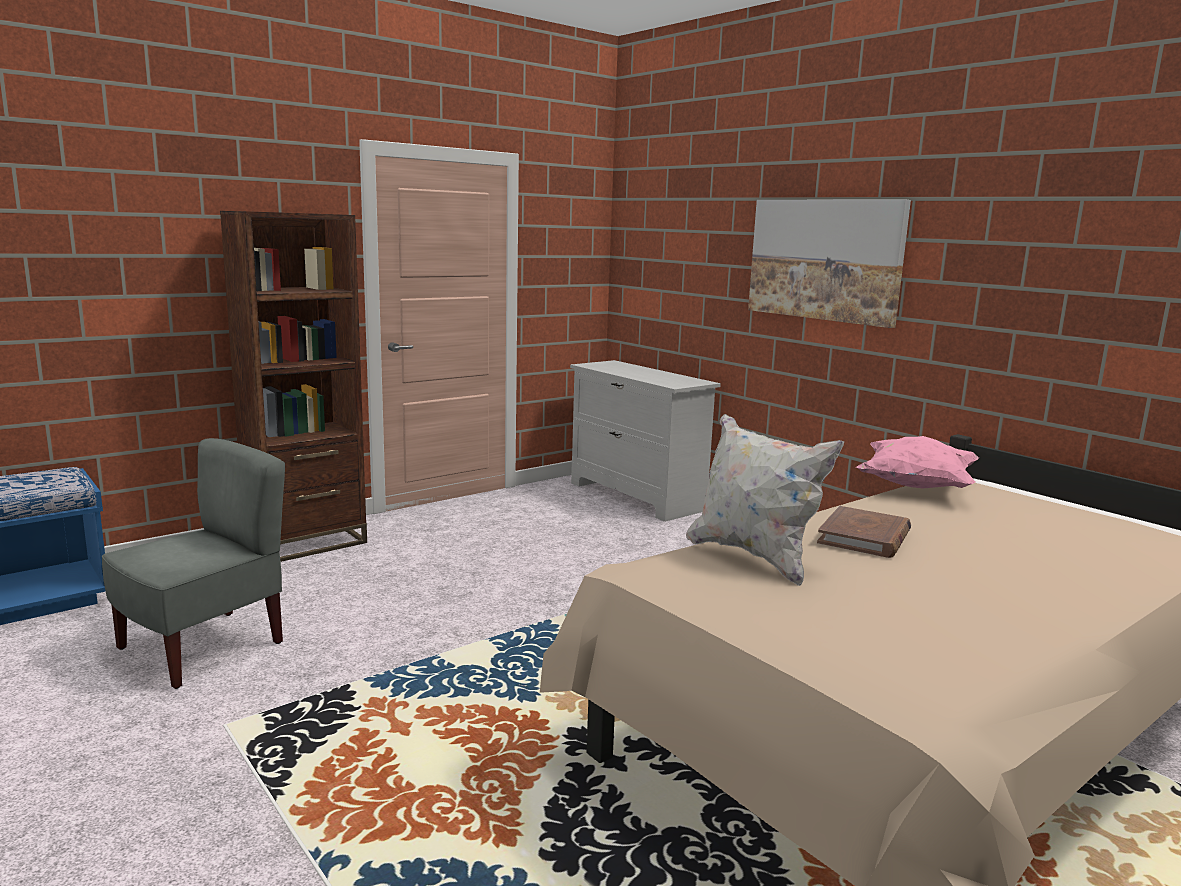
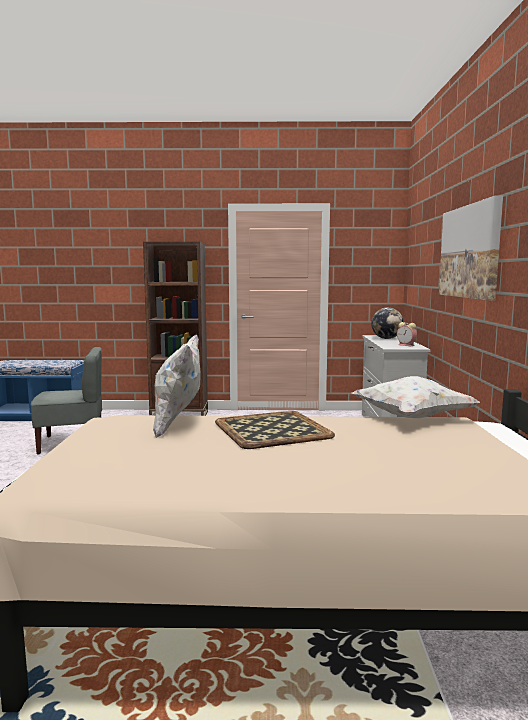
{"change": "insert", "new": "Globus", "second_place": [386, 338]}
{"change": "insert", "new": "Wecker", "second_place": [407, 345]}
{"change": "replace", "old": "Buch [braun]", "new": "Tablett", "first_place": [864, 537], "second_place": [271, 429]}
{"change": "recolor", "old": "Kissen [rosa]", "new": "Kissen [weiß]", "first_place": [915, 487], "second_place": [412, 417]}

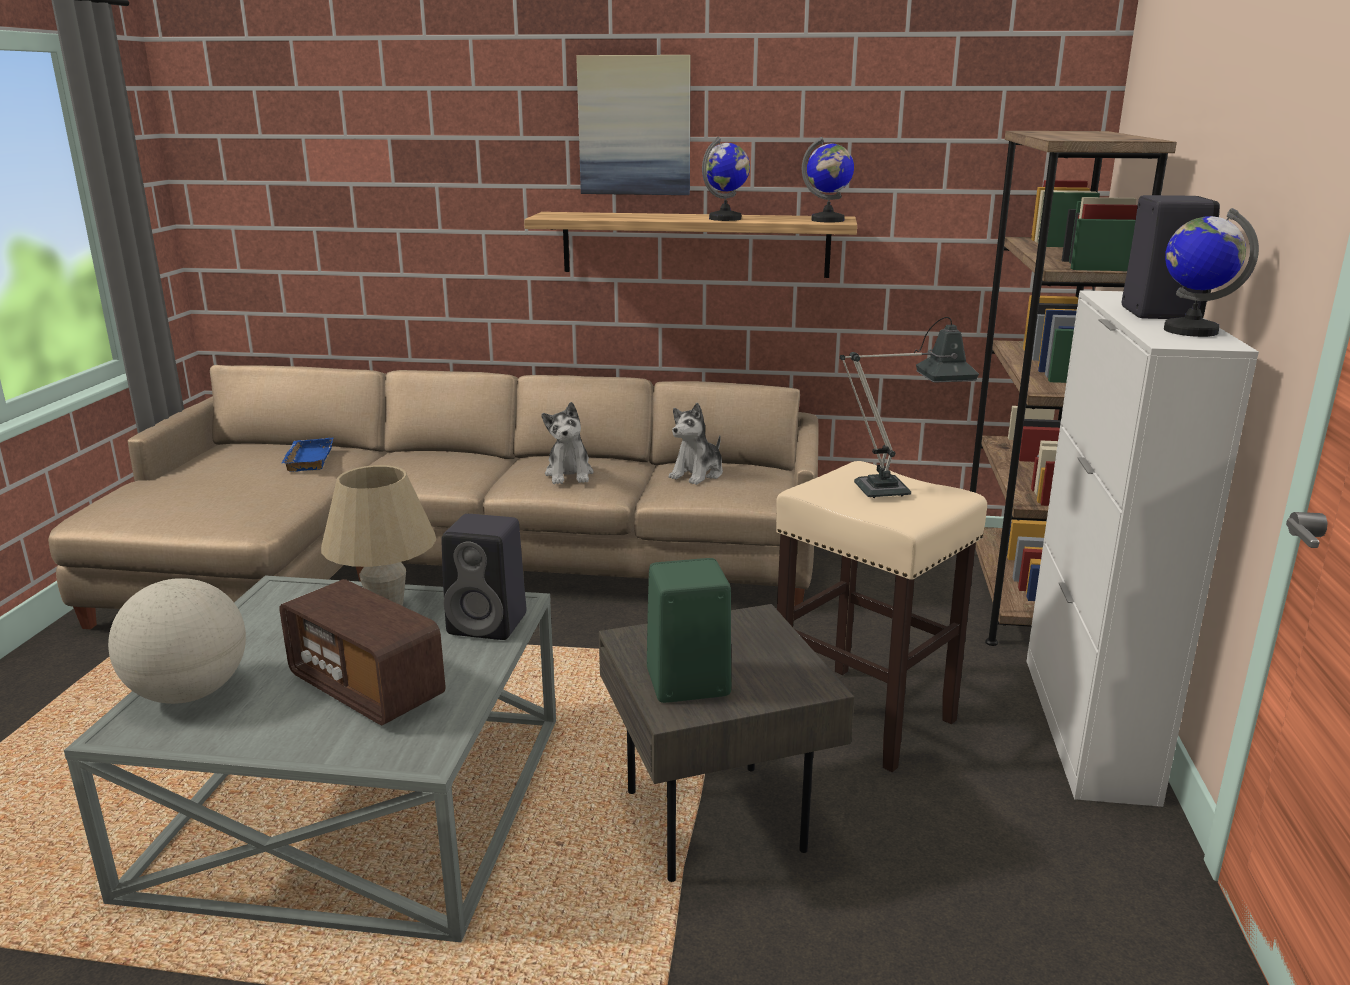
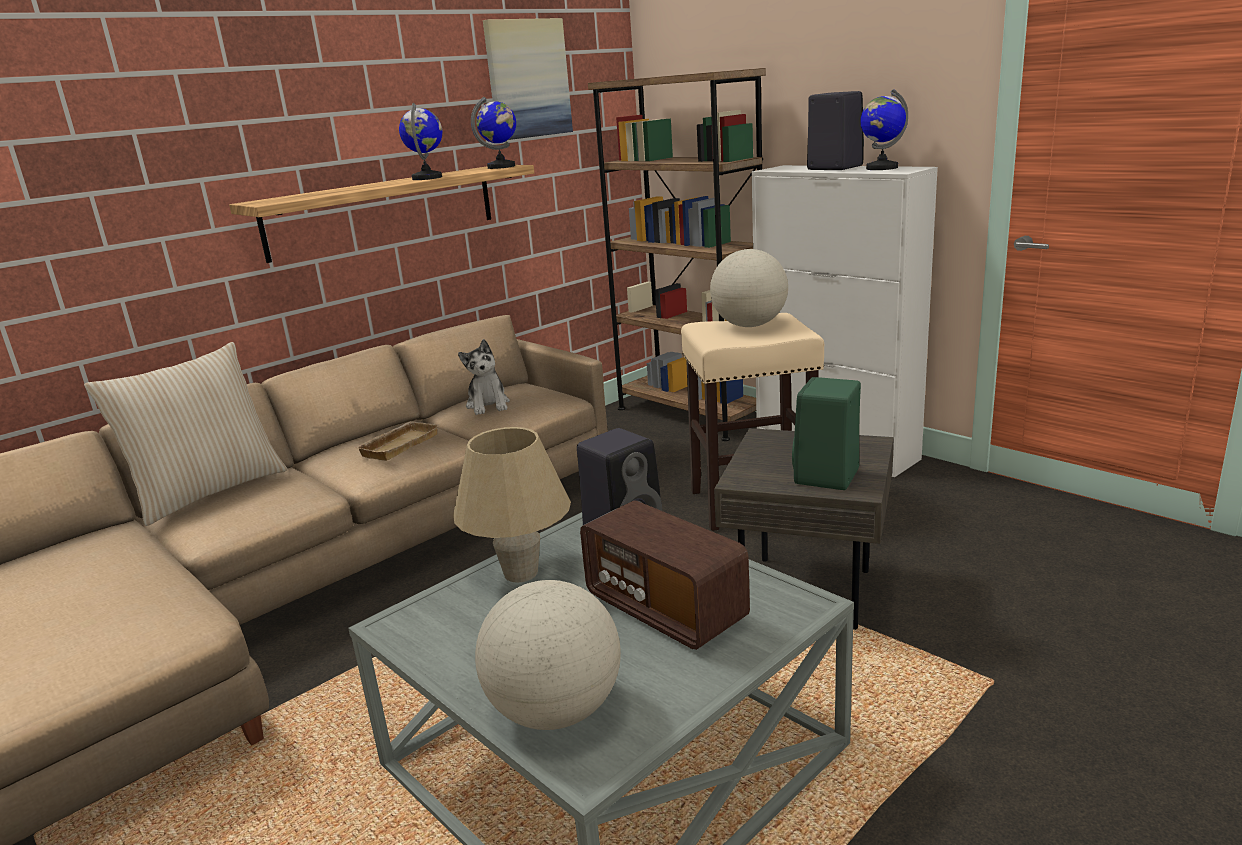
{"change": "delete", "old": "Tablett [blau]", "first_place": [307, 459]}
{"change": "insert", "new": "Kissen [beige]", "second_place": [209, 491]}
{"change": "move", "old": "Bild", "first_place": [635, 126], "second_place": [527, 79]}
{"change": "replace", "old": "Plüschtier", "new": "Tablett [beige]", "first_place": [569, 474], "second_place": [398, 445]}
{"change": "replace", "old": "Tischlampe", "new": "Globus", "first_place": [895, 489], "second_place": [749, 325]}
{"change": "rotate", "old": "Radio", "first_place": [367, 689], "second_place": [665, 609], "degrees": 60}

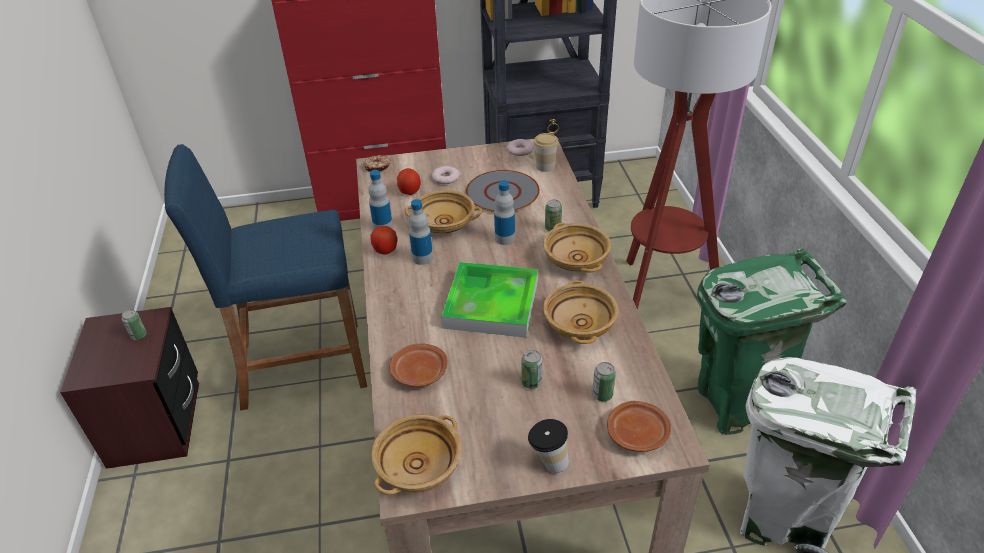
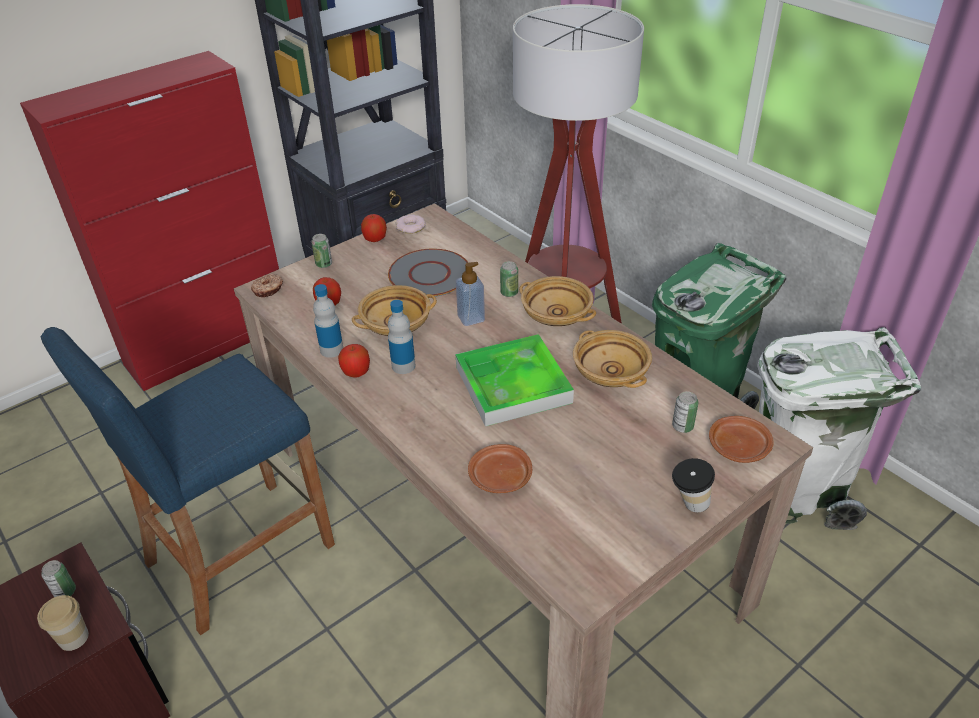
{"change": "delete", "old": "Schüssel [beige]", "first_place": [418, 467]}
{"change": "delete", "old": "Donut", "first_place": [445, 178]}
{"change": "insert", "new": "Apfel", "second_place": [375, 239]}
{"change": "move", "old": "Dose", "first_place": [531, 382], "second_place": [324, 264]}
{"change": "move", "old": "Tasse", "first_place": [545, 166], "second_place": [73, 638]}
{"change": "replace", "old": "Flasche", "new": "Seifenspender", "first_place": [505, 238], "second_place": [471, 318]}

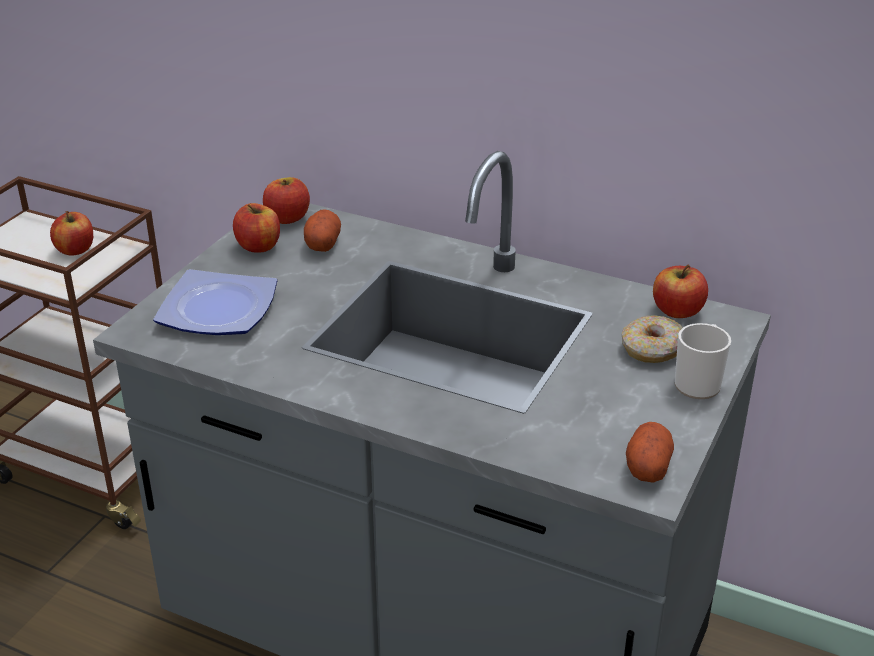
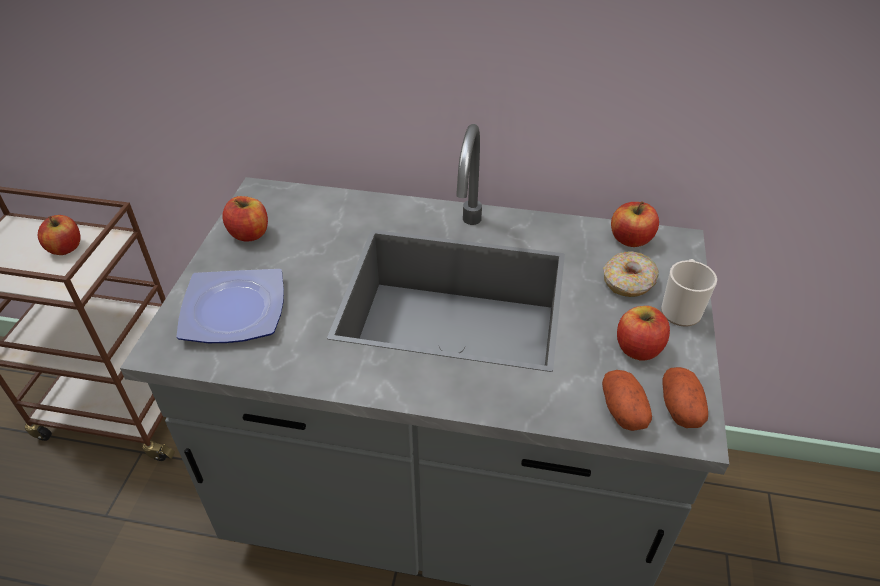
{"change": "move", "old": "Apfel", "first_place": [287, 218], "second_place": [638, 348]}
{"change": "move", "old": "Kartoffel", "first_place": [322, 243], "second_place": [622, 410]}

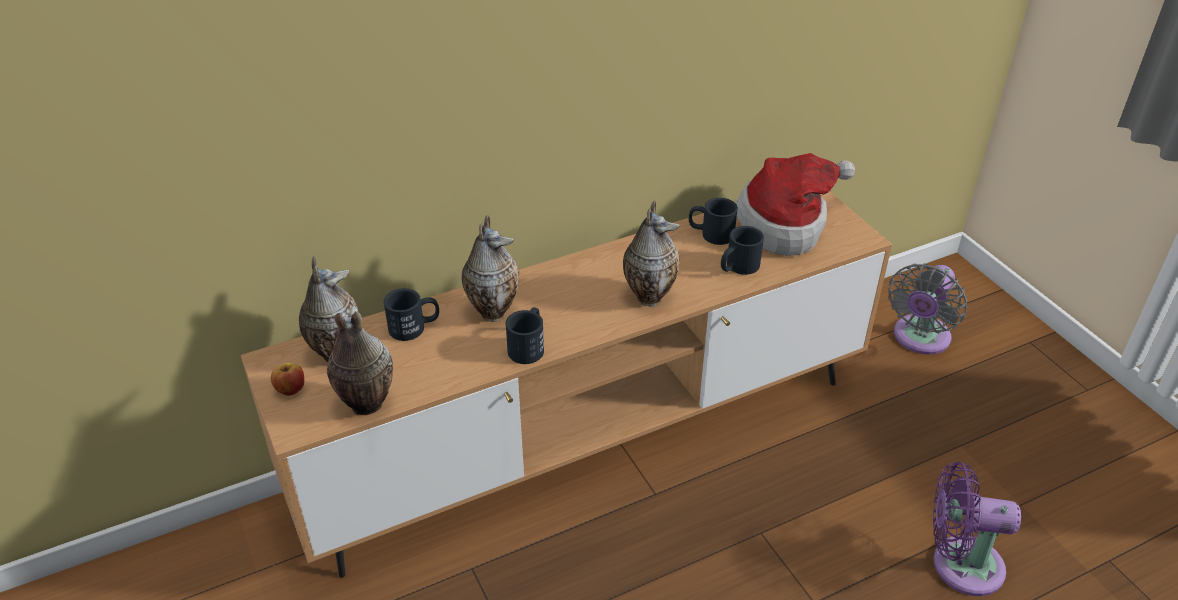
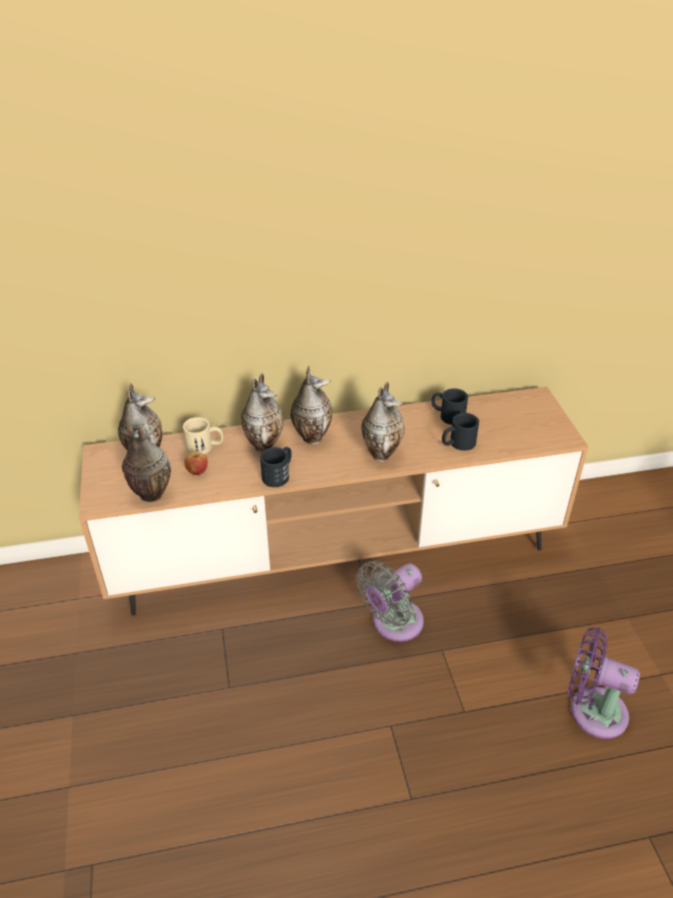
{"change": "delete", "old": "Hut", "first_place": [787, 223]}
{"change": "insert", "new": "Vase", "second_place": [311, 436]}
{"change": "move", "old": "Apfel", "first_place": [290, 389], "second_place": [197, 471]}
{"change": "move", "old": "Ventilator [grau]", "first_place": [919, 339], "second_place": [393, 624]}
{"change": "recolor", "old": "Henkelbecher [schwarz]", "new": "Henkelbecher [beige]", "first_place": [414, 327], "second_place": [205, 446]}

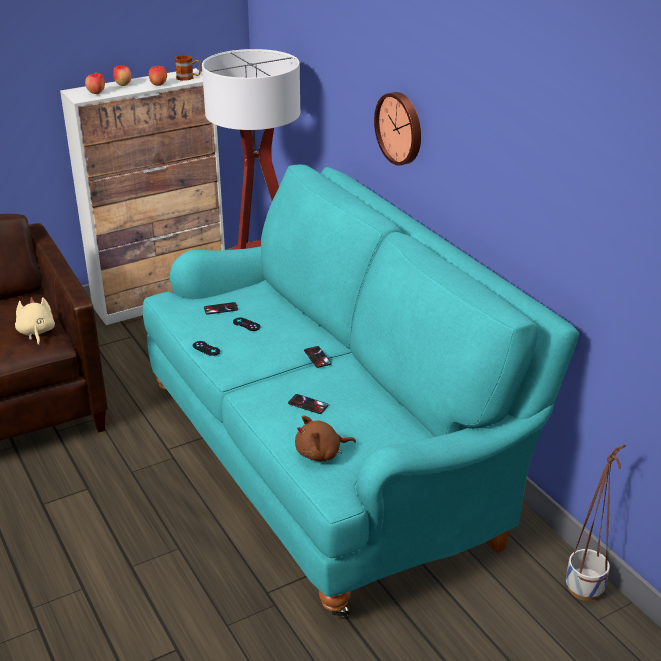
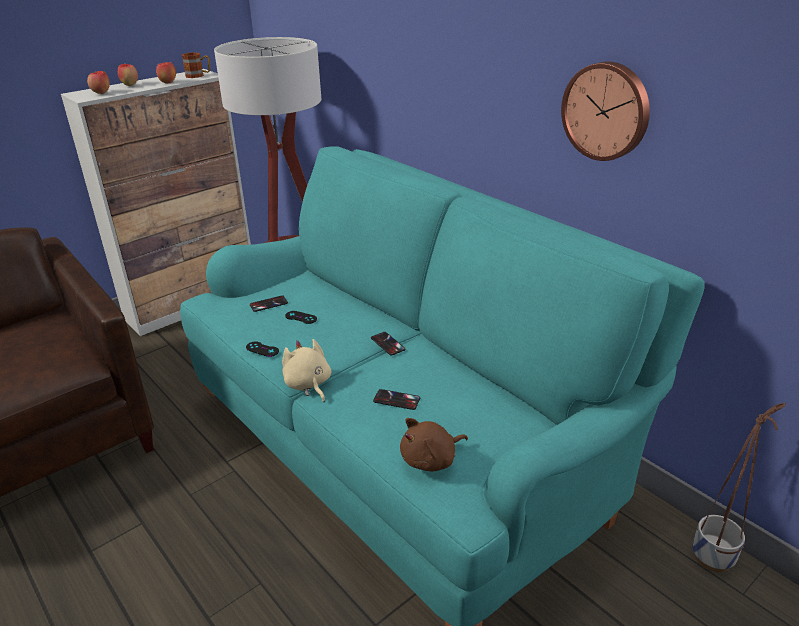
{"change": "move", "old": "Plüschtier [beige]", "first_place": [36, 333], "second_place": [308, 385]}
{"change": "move", "old": "Wanduhr", "first_place": [400, 128], "second_place": [607, 111]}

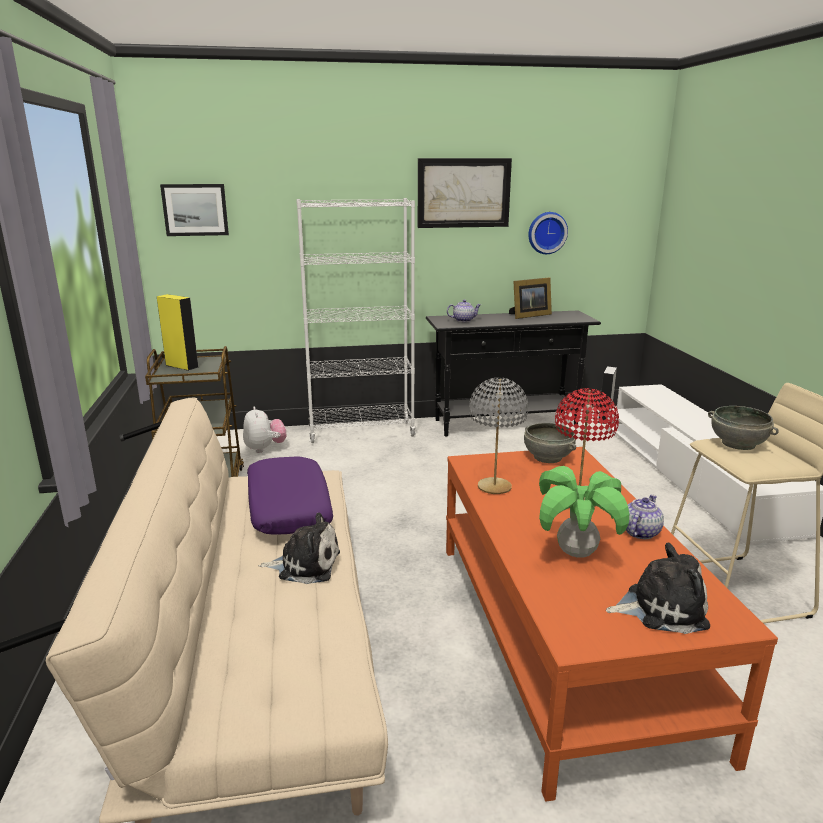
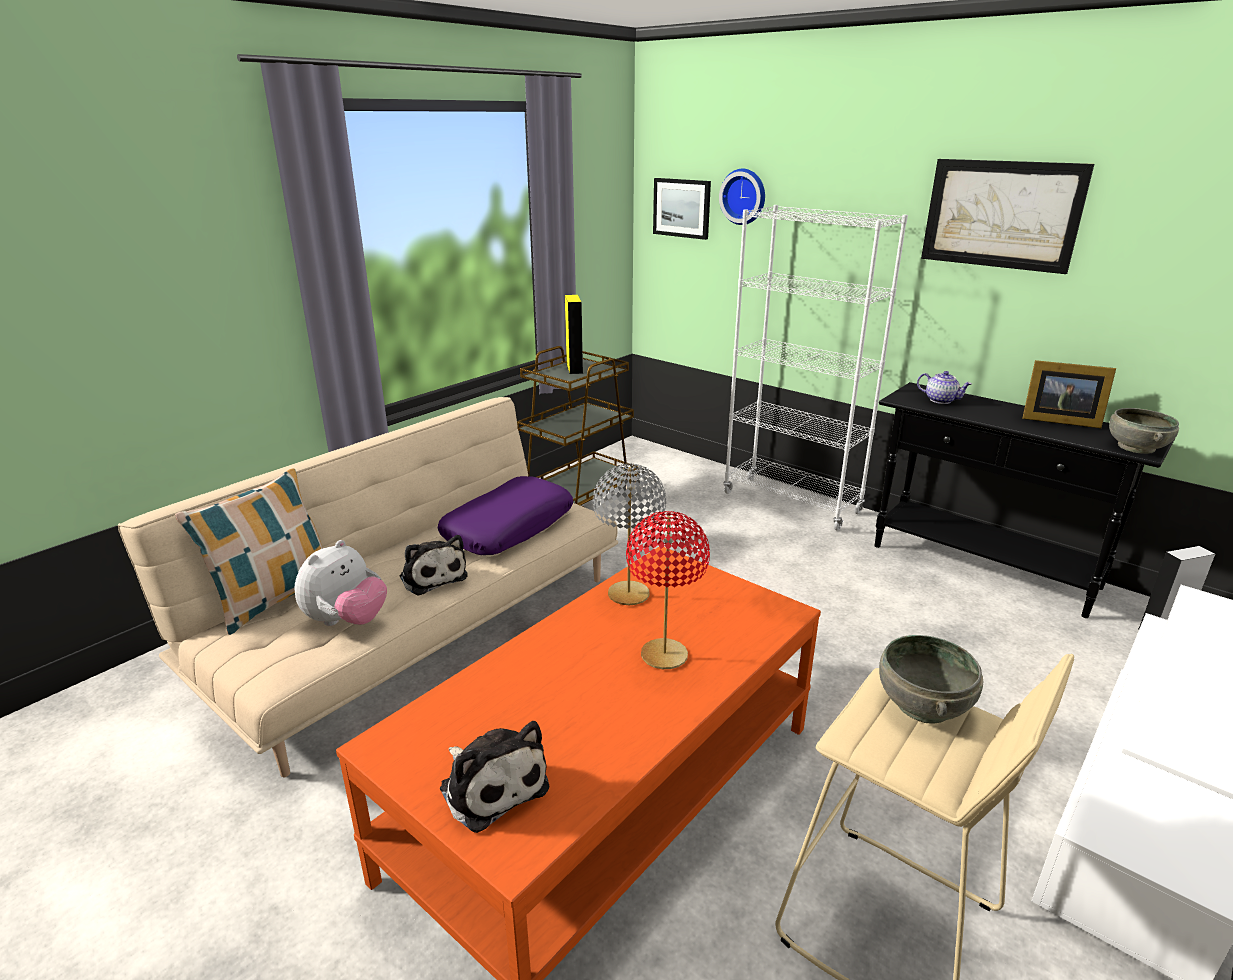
{"change": "delete", "old": "Topfpflanze", "first_place": [577, 553]}
{"change": "delete", "old": "Teekanne", "first_place": [640, 532]}
{"change": "insert", "new": "Kissen", "second_place": [275, 598]}
{"change": "move", "old": "Plüschtier", "first_place": [265, 448], "second_place": [346, 621]}
{"change": "move", "old": "Schüssel [grau]", "first_place": [547, 457], "second_place": [1135, 447]}
{"change": "move", "old": "Wanduhr", "first_place": [546, 232], "second_place": [744, 196]}

